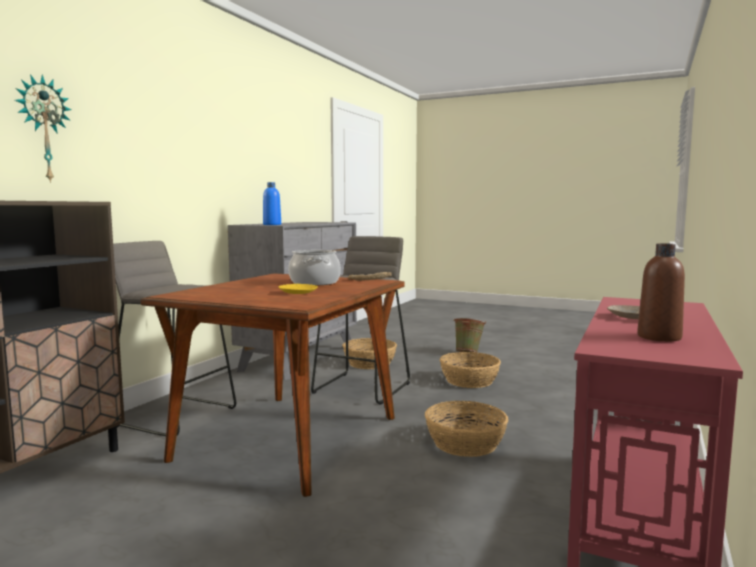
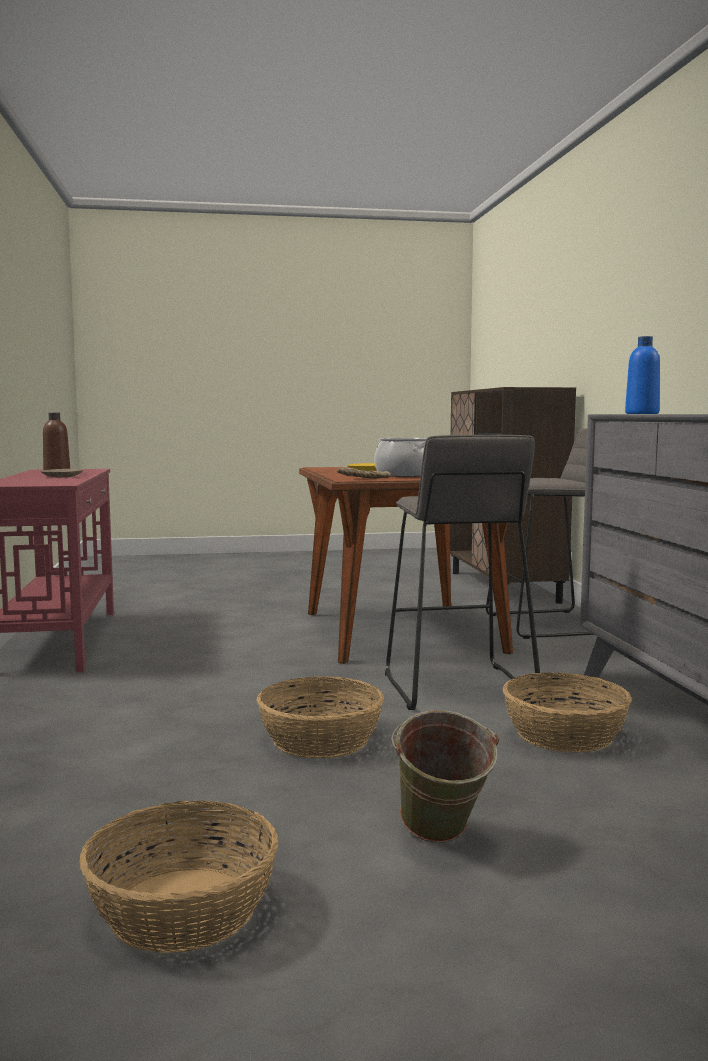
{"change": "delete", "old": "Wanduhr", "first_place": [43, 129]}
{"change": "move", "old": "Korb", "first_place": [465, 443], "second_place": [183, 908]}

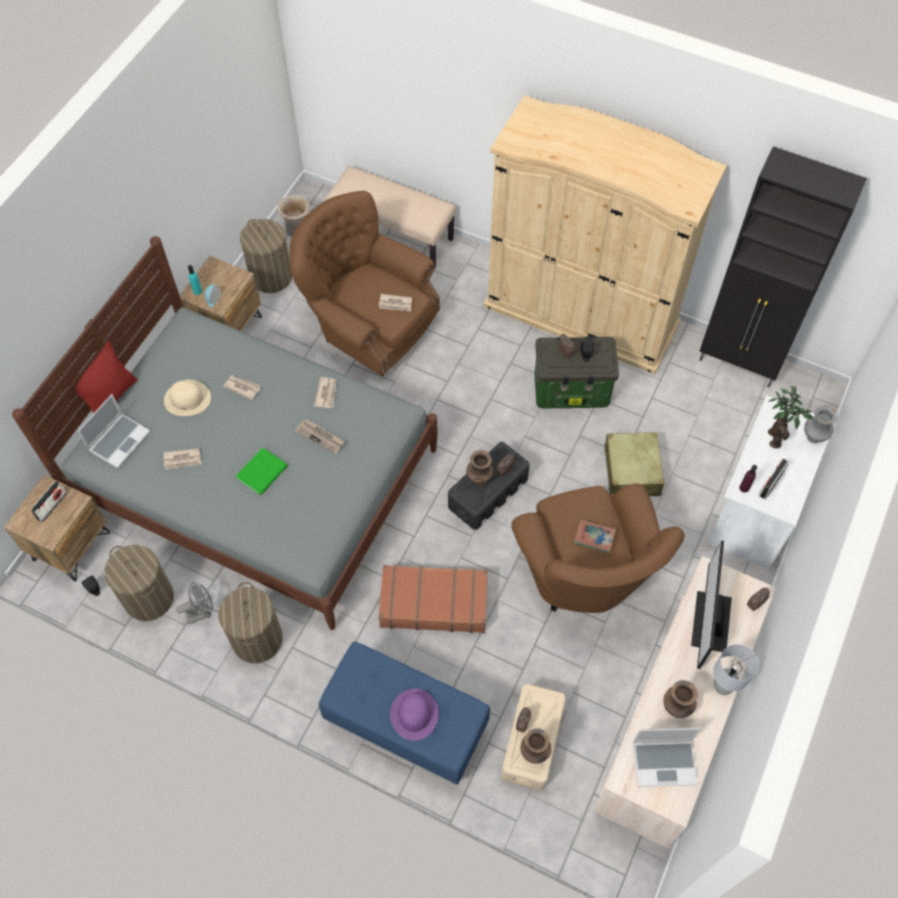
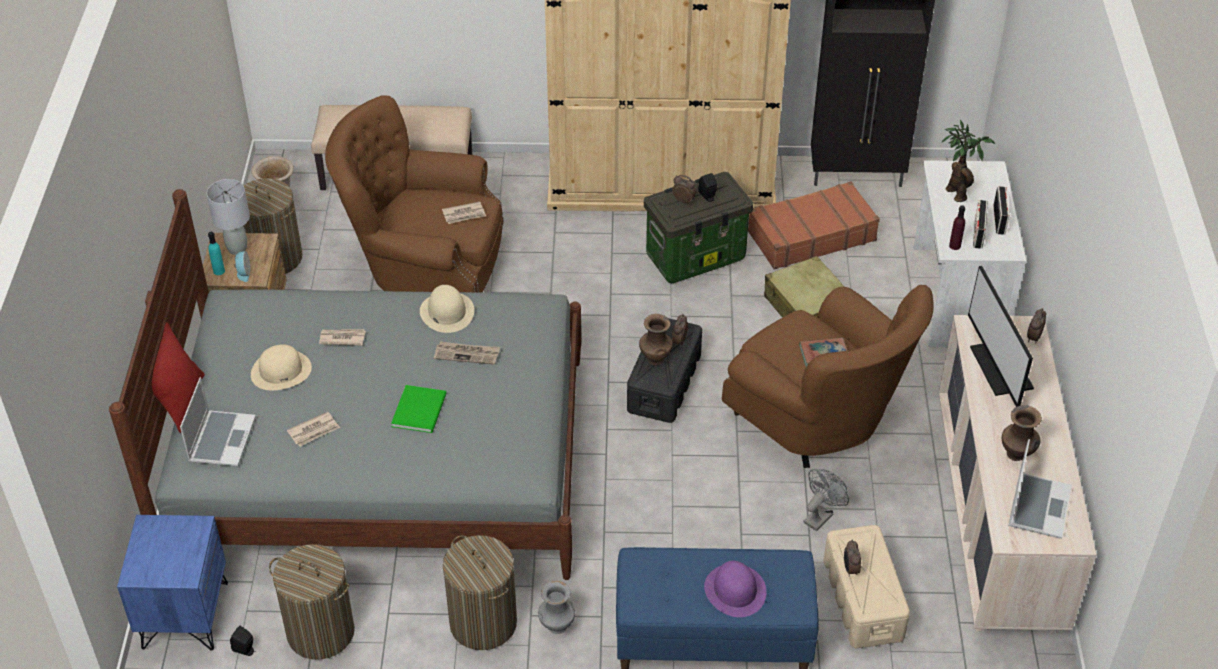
{"change": "delete", "old": "Vase [braun]", "first_place": [534, 753]}
{"change": "move", "old": "Radio", "first_place": [52, 506], "second_place": [999, 219]}
{"change": "move", "old": "Ventilator [grau]", "first_place": [201, 612], "second_place": [821, 515]}
{"change": "move", "old": "Koffer [braun]", "first_place": [433, 603], "second_place": [811, 235]}
{"change": "move", "old": "Tischlampe [grau]", "first_place": [723, 686], "second_place": [237, 249]}
{"change": "move", "old": "Vase [grau]", "first_place": [813, 437], "second_place": [556, 627]}
{"change": "replace", "old": "Zeitung", "new": "Hut [beige]", "first_place": [326, 393], "second_place": [446, 312]}
{"change": "recolor", "old": "Nachttisch [braun]", "new": "Nachttisch [blau]", "first_place": [71, 545], "second_place": [184, 615]}
{"change": "rotate", "old": "Laptop", "first_place": [665, 762], "second_place": [1038, 506], "degrees": -45}

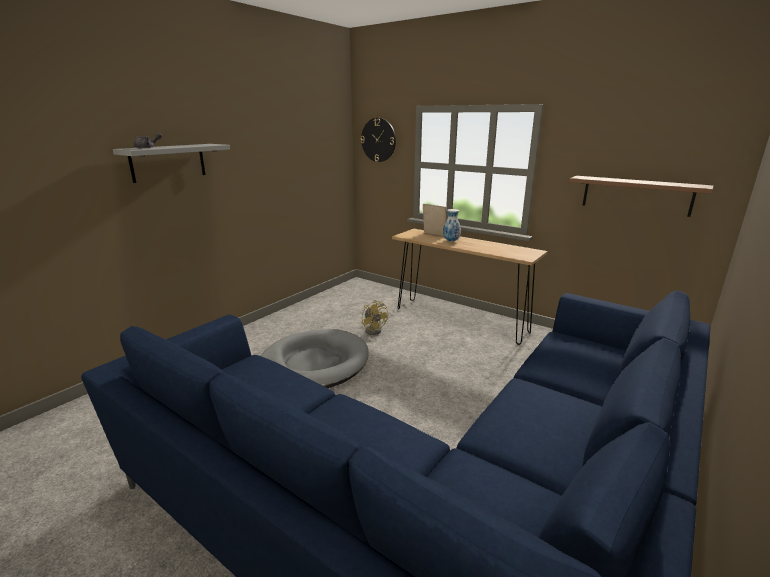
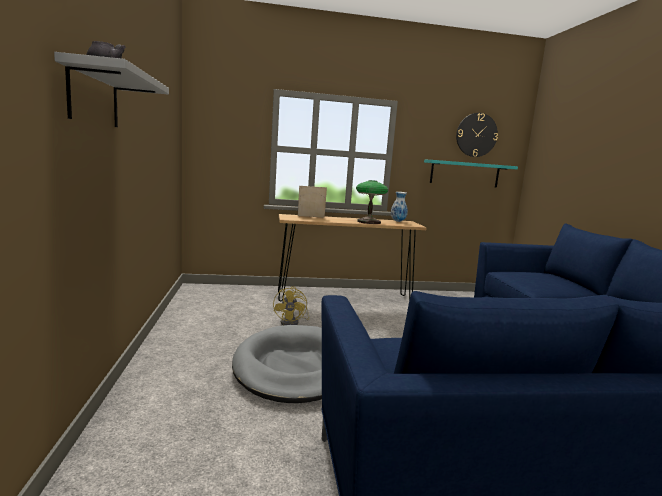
{"change": "insert", "new": "Tischlampe", "second_place": [368, 222]}
{"change": "move", "old": "Wanduhr", "first_place": [378, 140], "second_place": [476, 135]}
{"change": "move", "old": "Vase", "first_place": [451, 241], "second_place": [398, 221]}
{"change": "recolor", "old": "Wandregal [braun]", "new": "Wandregal [türkis]", "first_place": [636, 195], "second_place": [464, 174]}
{"change": "rotate", "old": "Ventilator [gelb]", "first_place": [374, 330], "second_place": [293, 322], "degrees": 75}

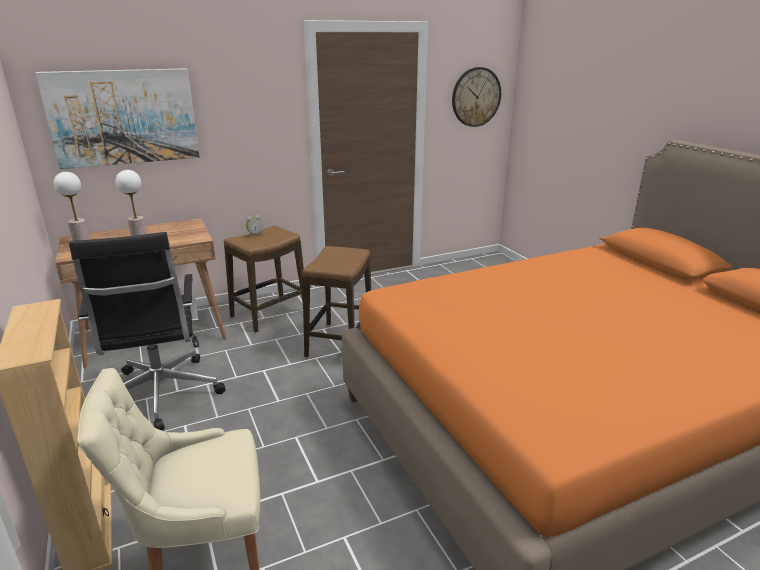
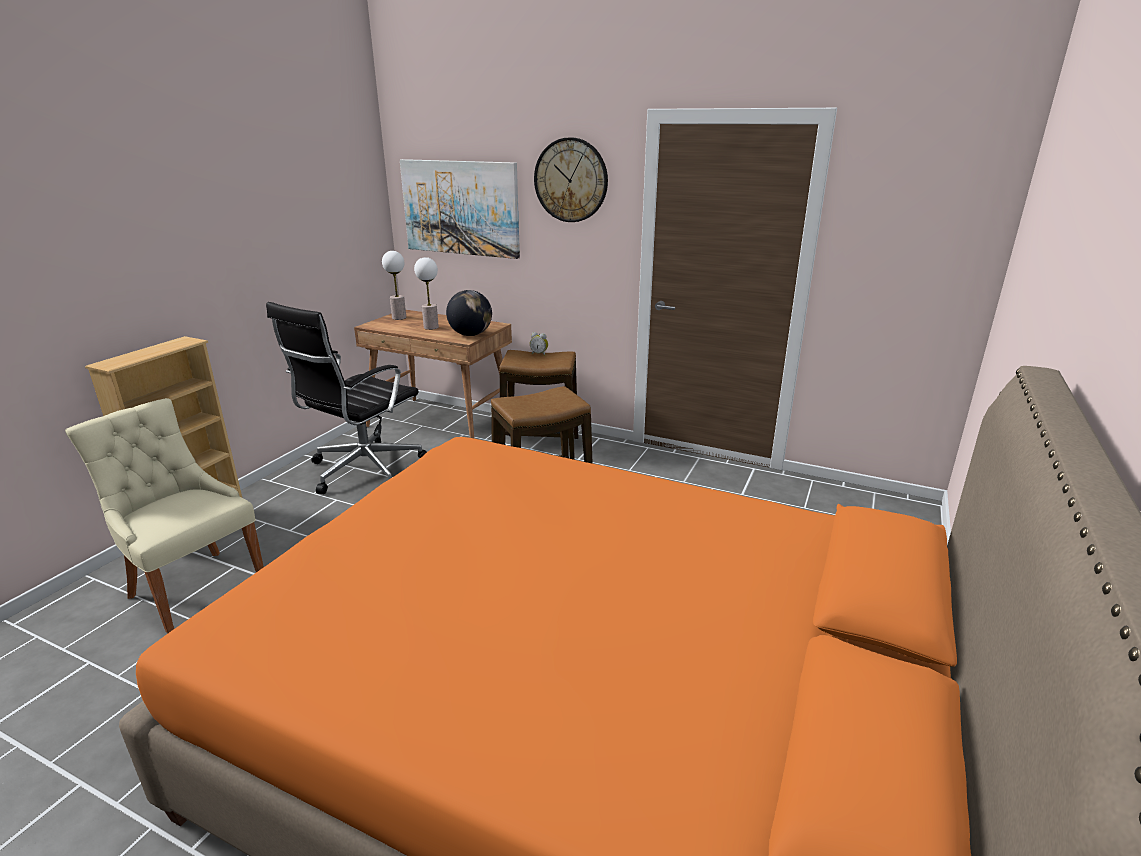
{"change": "insert", "new": "Globus", "second_place": [470, 335]}
{"change": "move", "old": "Wanduhr", "first_place": [476, 97], "second_place": [571, 180]}

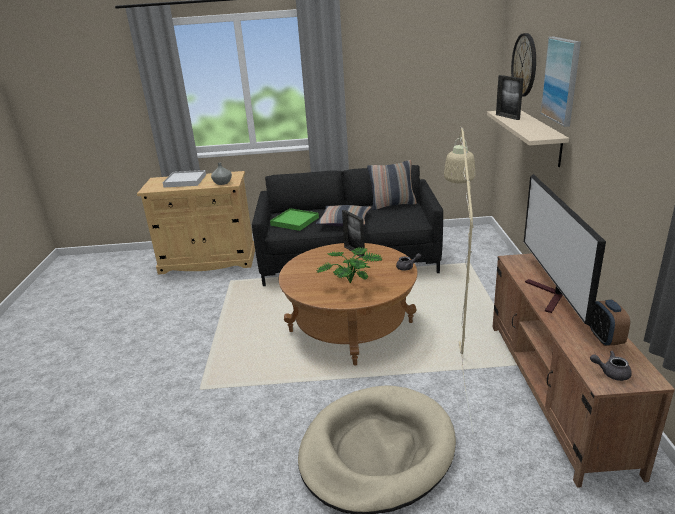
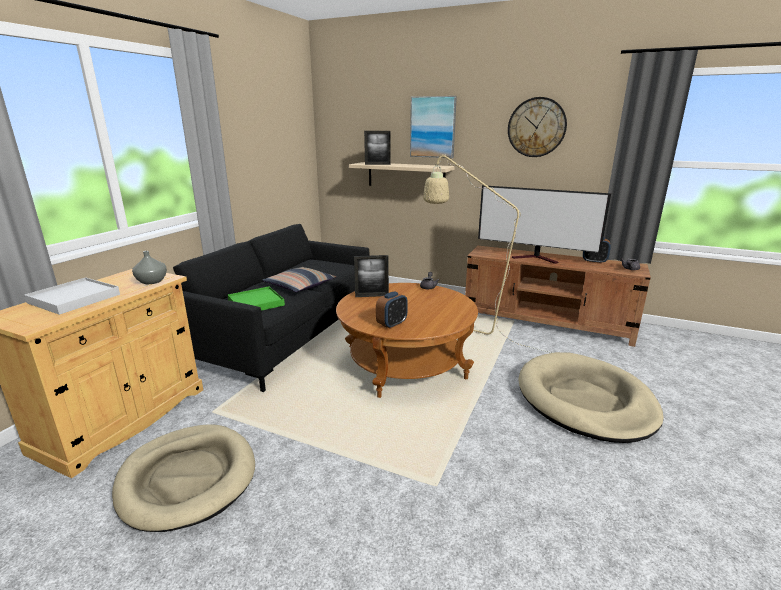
{"change": "delete", "old": "Topfpflanze", "first_place": [351, 284]}
{"change": "delete", "old": "Kissen", "first_place": [392, 205]}
{"change": "insert", "new": "Hundebett [beige]", "second_place": [188, 478]}
{"change": "insert", "new": "Wecker", "second_place": [392, 324]}
{"change": "move", "old": "Wanduhr", "first_place": [524, 65], "second_place": [536, 127]}

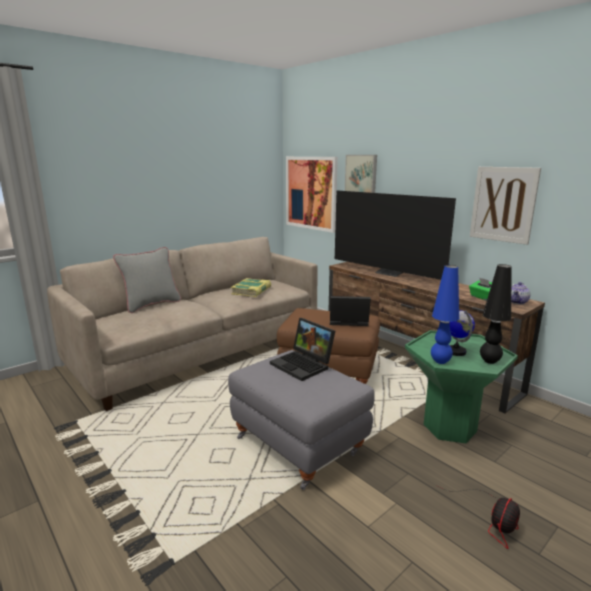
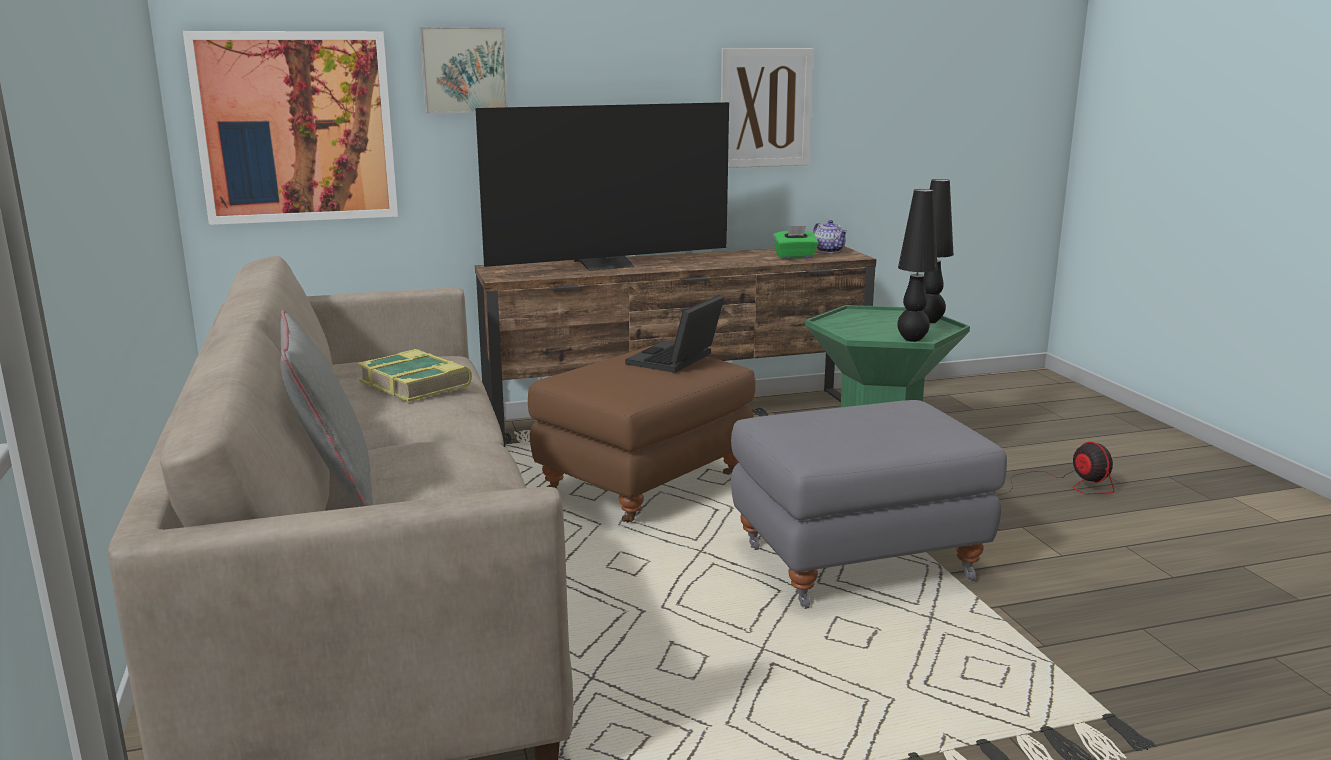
{"change": "delete", "old": "Laptop", "first_place": [303, 365]}
{"change": "delete", "old": "Globus", "first_place": [455, 351]}
{"change": "recolor", "old": "Tischlampe [blau]", "new": "Tischlampe [schwarz]", "first_place": [440, 362], "second_place": [912, 339]}

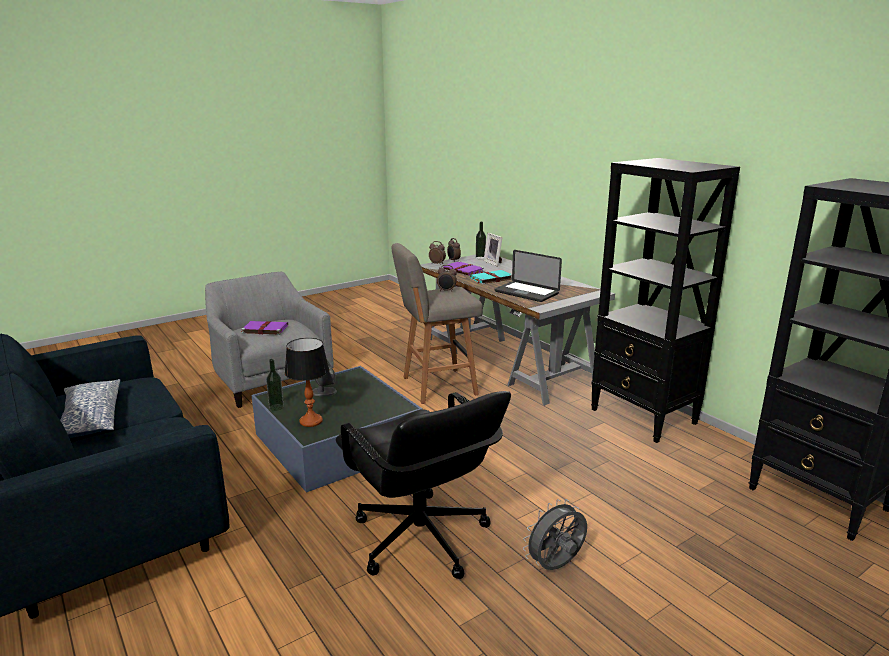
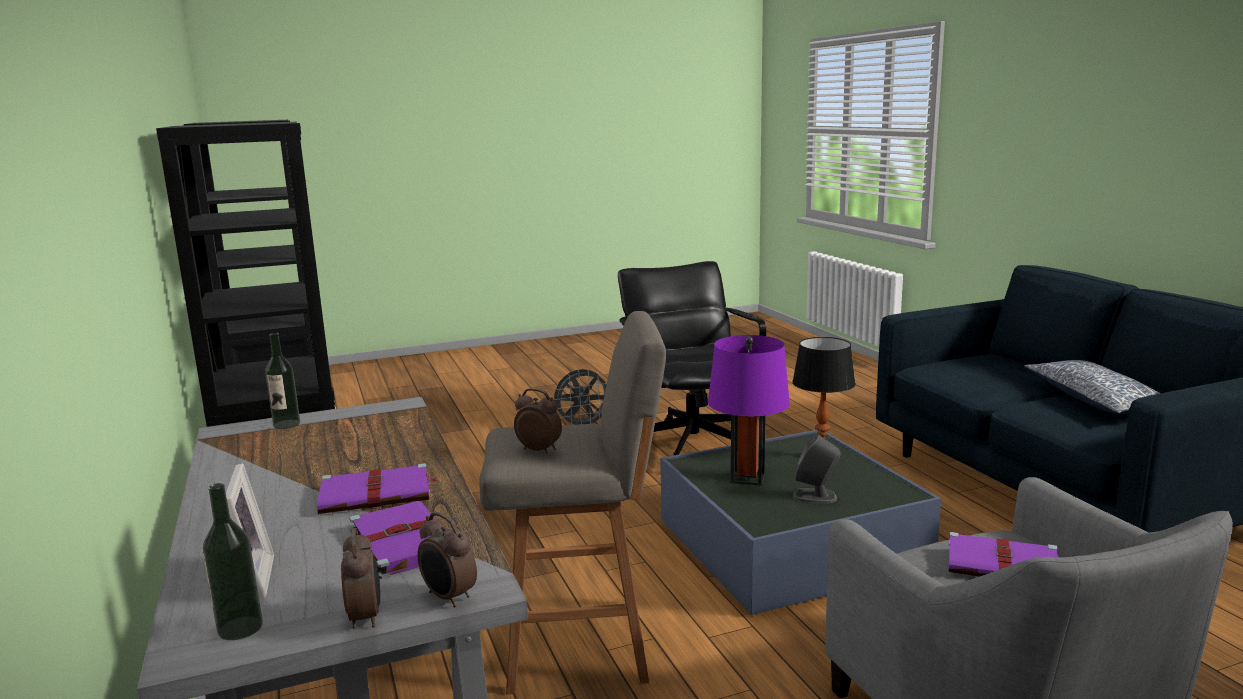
{"change": "delete", "old": "Laptop", "first_place": [526, 293]}
{"change": "insert", "new": "Tischlampe [lila]", "second_place": [747, 478]}
{"change": "move", "old": "Flasche", "first_place": [276, 407], "second_place": [286, 424]}
{"change": "recolor", "old": "Buch [türkis]", "new": "Buch [lila]", "first_place": [491, 279], "second_place": [377, 494]}

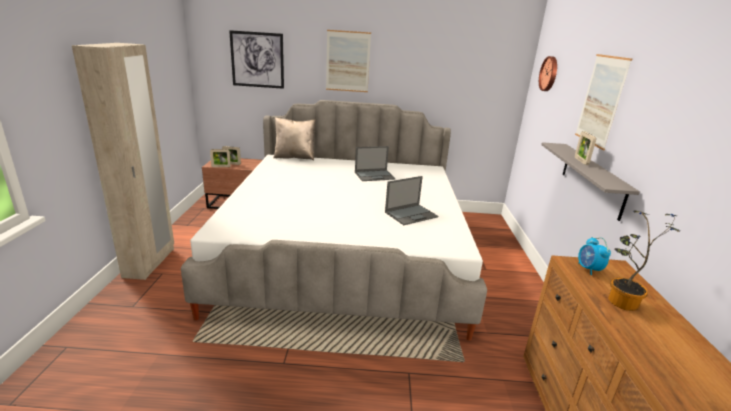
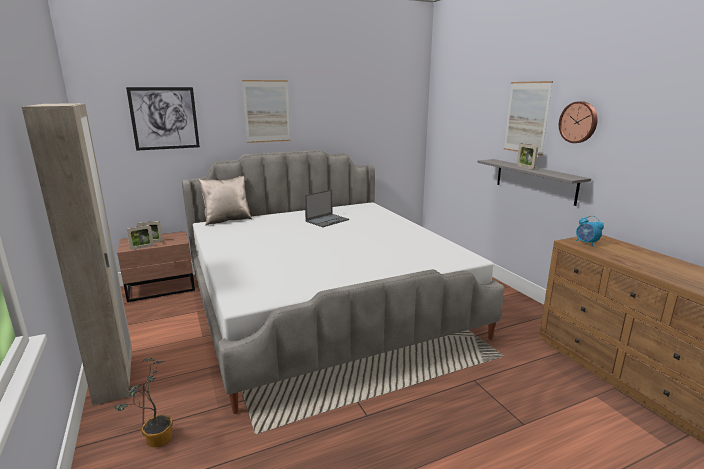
{"change": "delete", "old": "Laptop", "first_place": [411, 214]}
{"change": "move", "old": "Wanduhr", "first_place": [549, 74], "second_place": [579, 122]}
{"change": "move", "old": "Topfpflanze", "first_place": [619, 303], "second_place": [155, 440]}

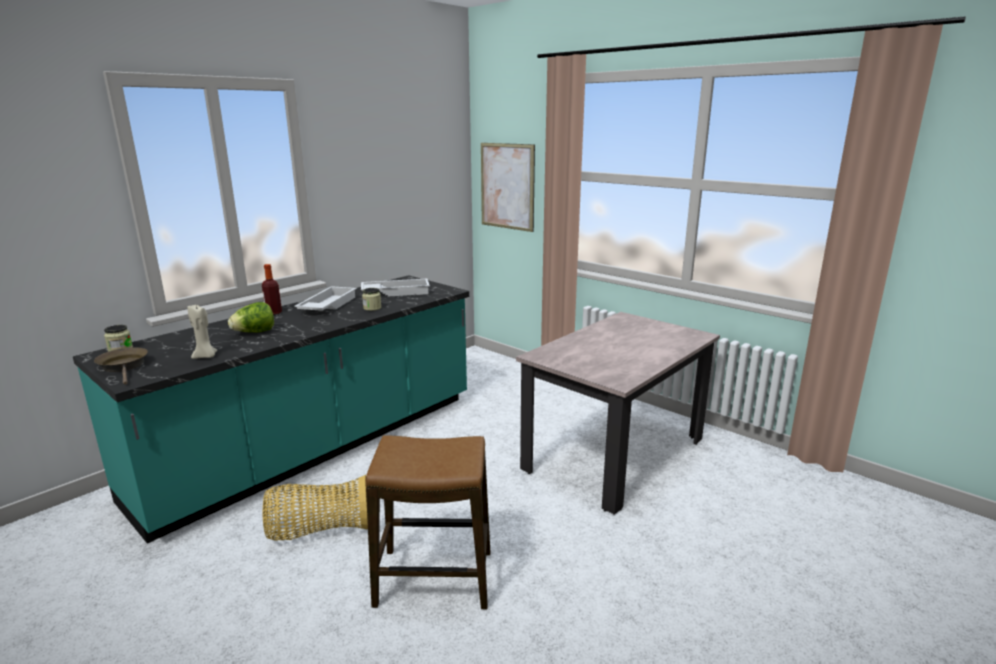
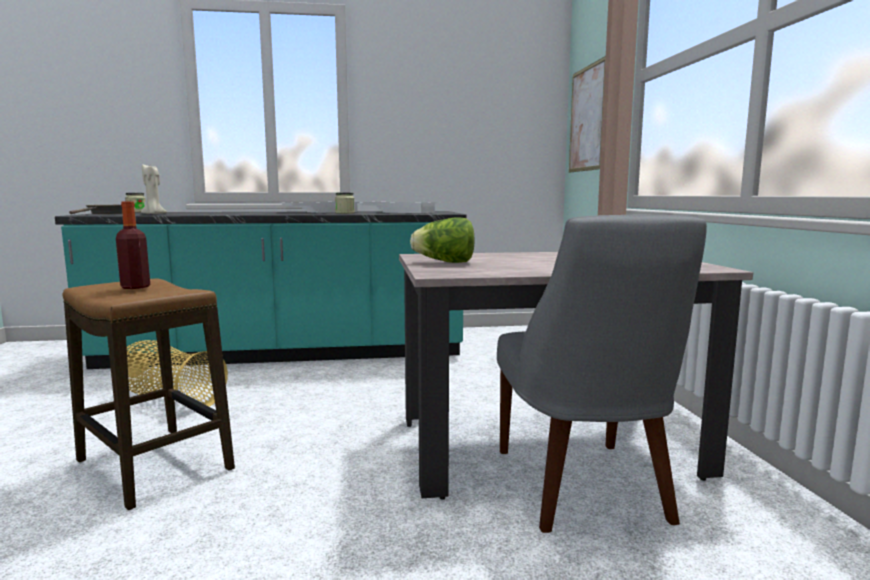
{"change": "insert", "new": "Stuhl [grau]", "second_place": [583, 488]}
{"change": "move", "old": "Salatkopf", "first_place": [254, 332], "second_place": [445, 262]}
{"change": "move", "old": "Flasche", "first_place": [273, 312], "second_place": [135, 287]}

